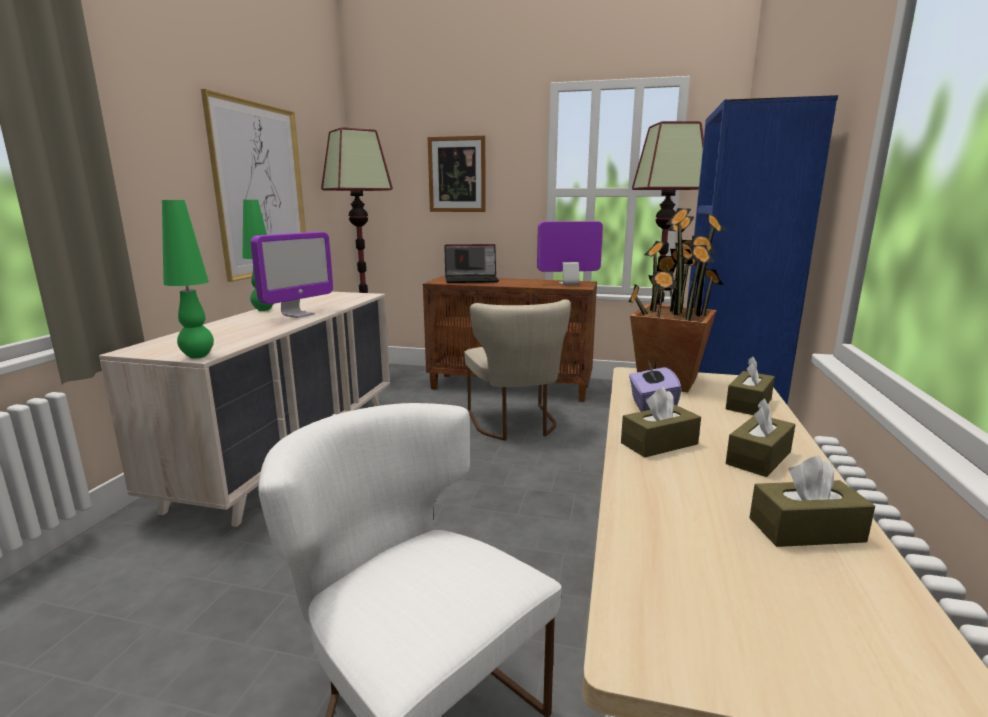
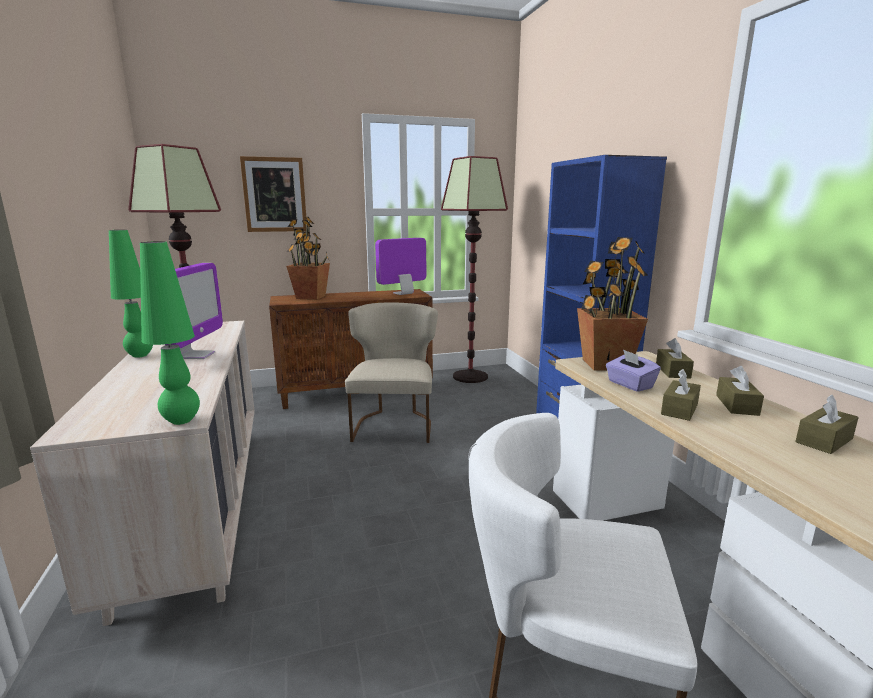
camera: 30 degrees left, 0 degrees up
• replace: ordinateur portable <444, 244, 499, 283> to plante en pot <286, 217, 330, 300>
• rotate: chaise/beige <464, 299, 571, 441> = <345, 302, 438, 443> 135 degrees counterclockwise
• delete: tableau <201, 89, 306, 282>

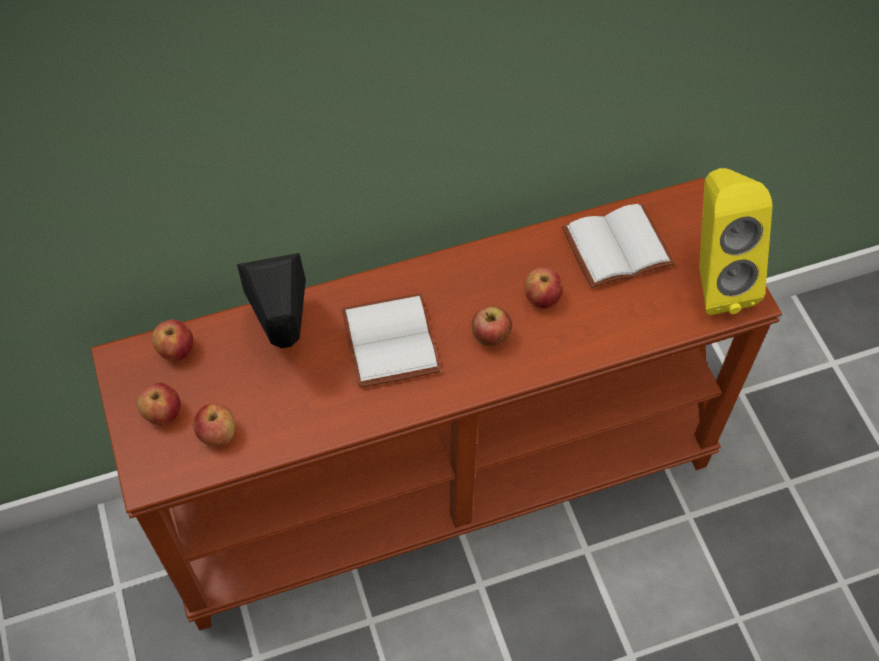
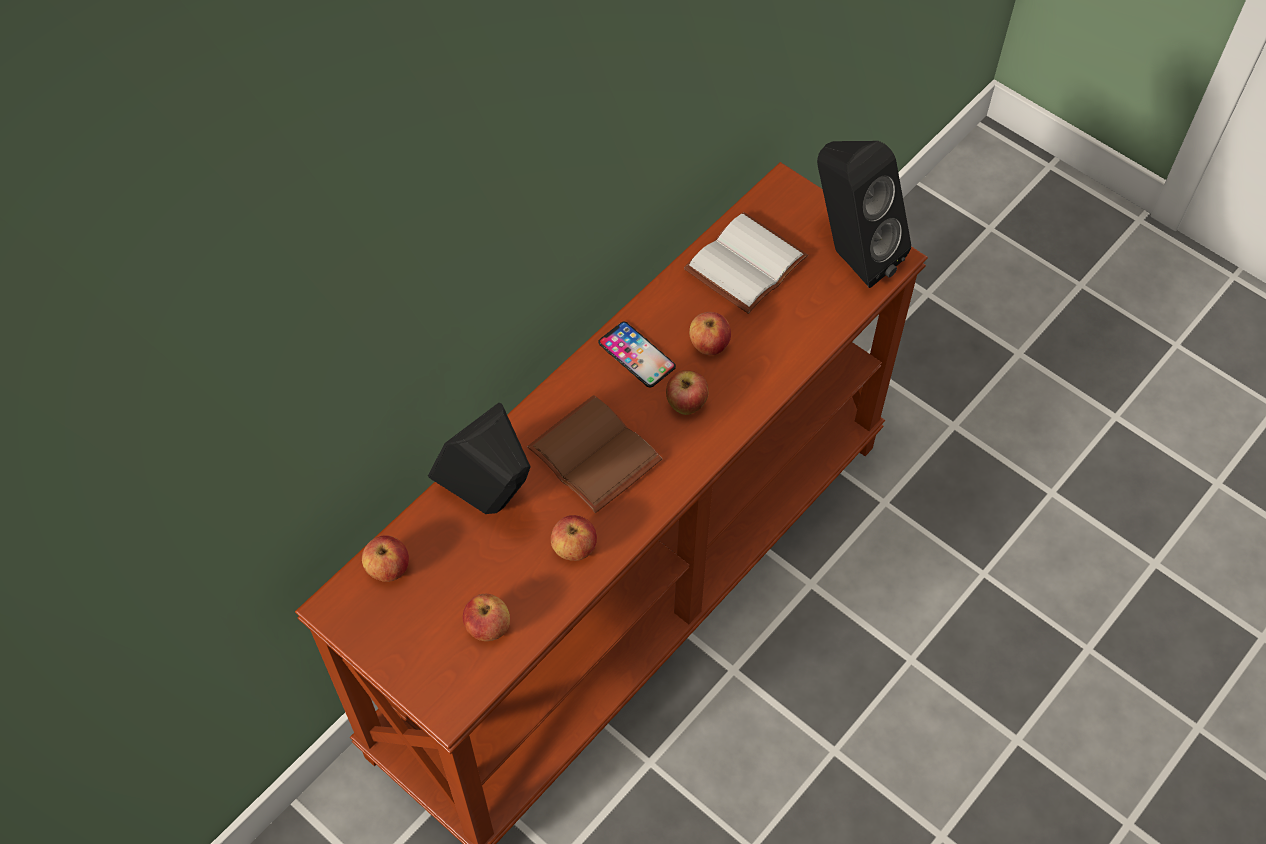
camera: 30 degrees left, 0 degrees up
• recolor: livre/blanc <342, 293, 441, 388> to livre/marron <527, 395, 662, 513>
• move: pomme <137, 383, 181, 425> to <551, 515, 597, 561>
• insert: téléphone <598, 322, 676, 387>
• recolor: enceinte/jaune <699, 168, 773, 315> to enceinte/noir <817, 141, 911, 288>

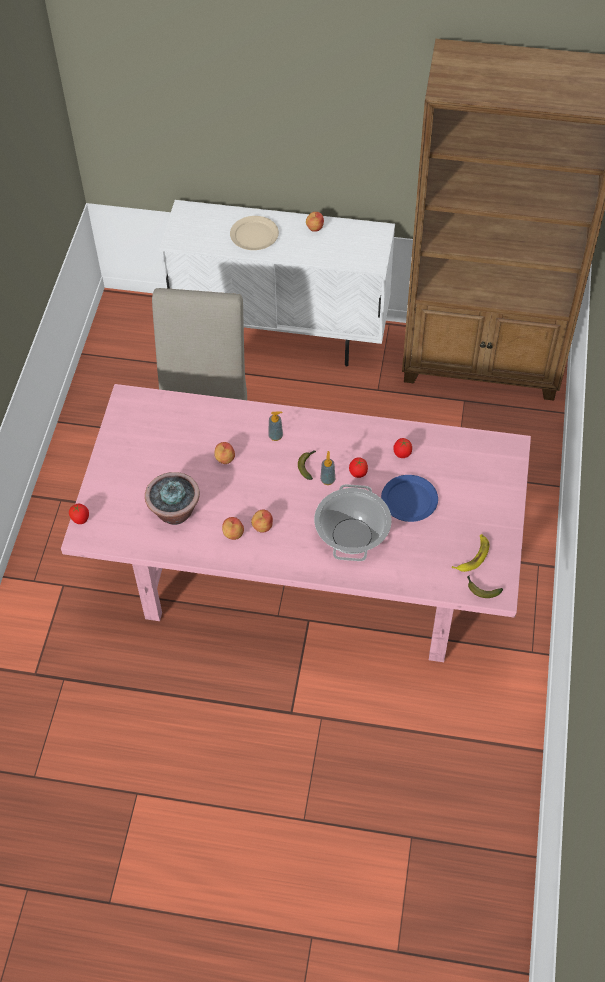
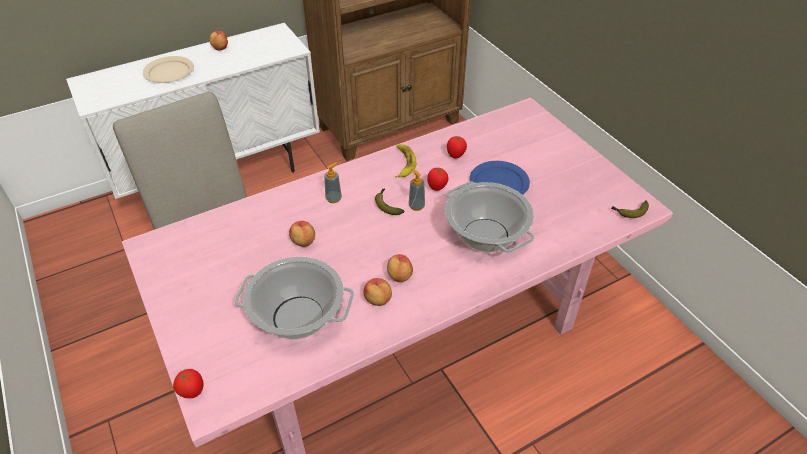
camera: 40 degrees left, 10 degrees down
• replace: plante en pot <145, 472, 200, 525> to marmite <234, 256, 354, 339>
• move: banane <452, 534, 490, 572> to <395, 144, 416, 178>

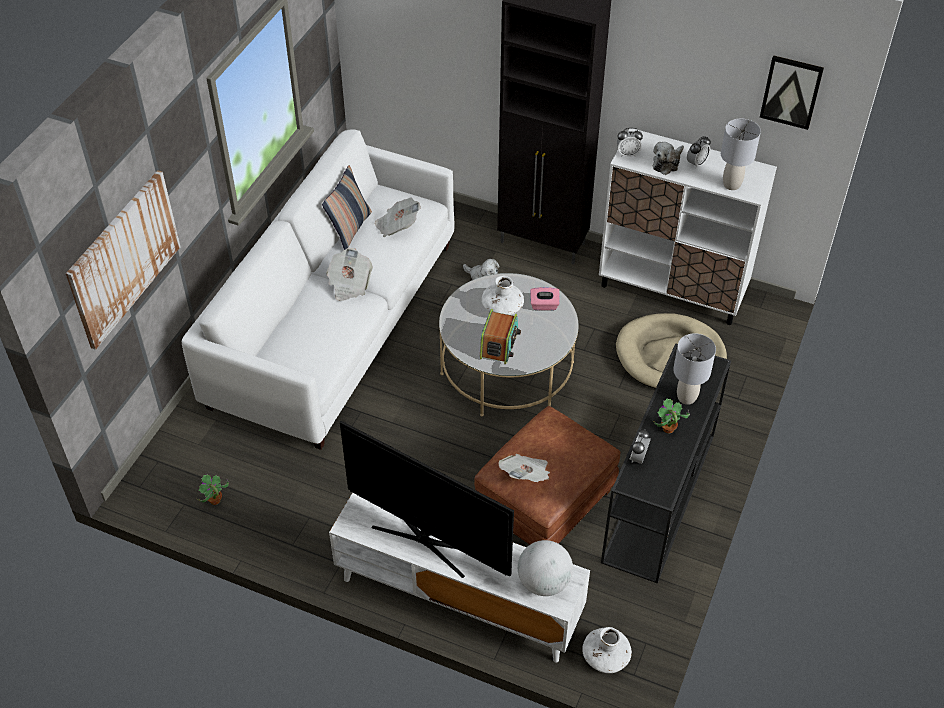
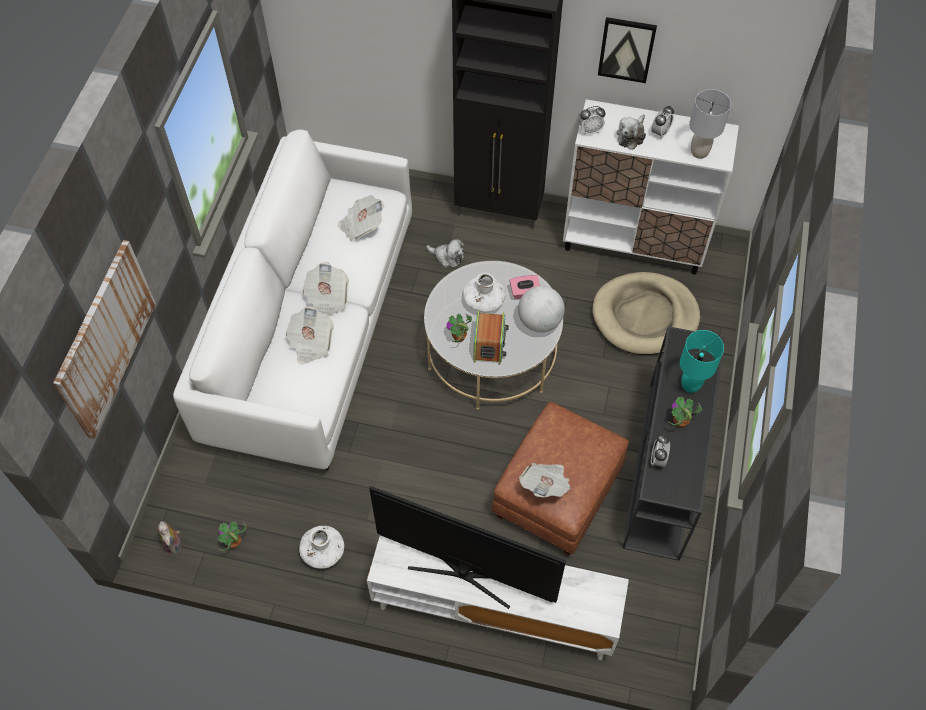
camera: 10 degrees left, 10 degrees up
• insert: peluche <158, 521, 181, 556>
• insert: journal <286, 306, 334, 364>
• move: vase/blanc <582, 627, 632, 673> to <299, 526, 344, 569>
• insert: plante en pot <446, 313, 472, 343>
• move: globe <518, 540, 573, 596> to <518, 286, 565, 332>
• move: tableau <760, 55, 824, 130> to <598, 17, 657, 83>
• recolor: lampe de table/gris <673, 333, 716, 405> to lampe de table/turquoise <680, 330, 724, 393>
• delete: coussin <322, 165, 372, 250>

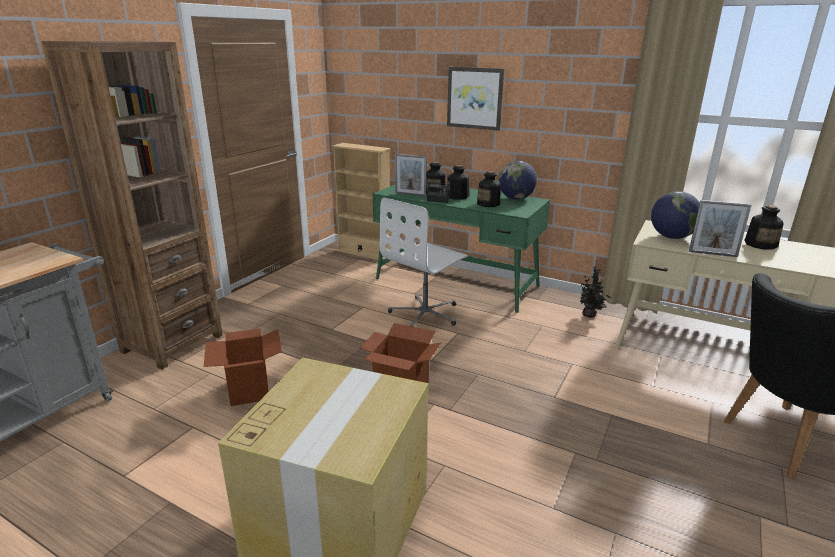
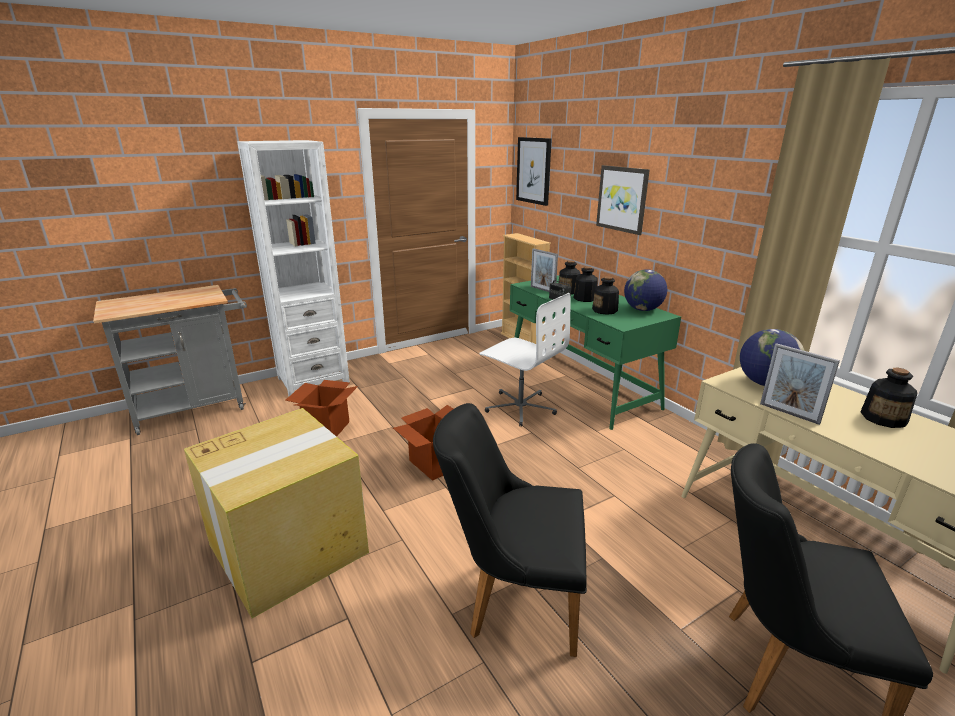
camera: 30 degrees right, 0 degrees up
• recolor: bibliothèque/marron <41, 41, 223, 370> to bibliothèque/blanc <237, 140, 350, 396>
• insert: chaise/noir <433, 403, 587, 657>
• rotate: chaise de bureau/blanc <380, 198, 468, 327> = <479, 293, 571, 427> 120 degrees counterclockwise
• insert: tableau <516, 137, 552, 206>
• delete: plante en pot <580, 266, 611, 318>

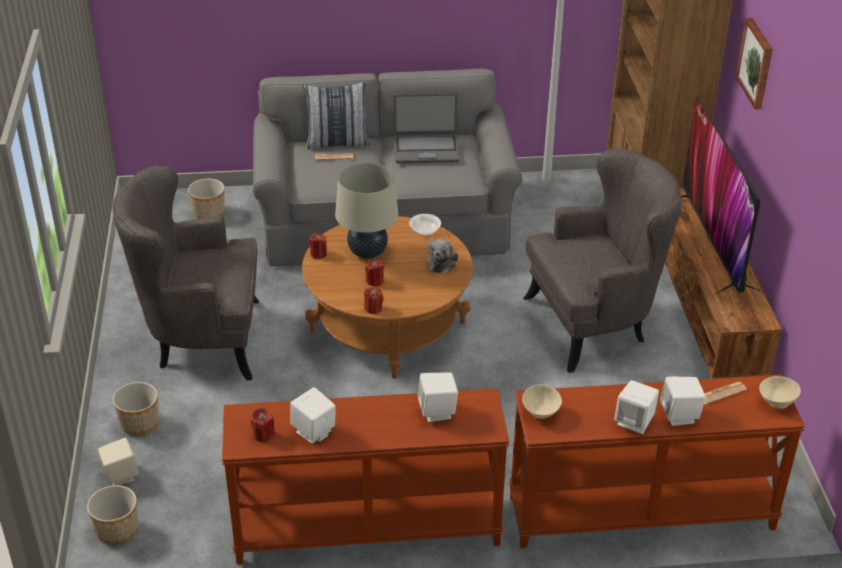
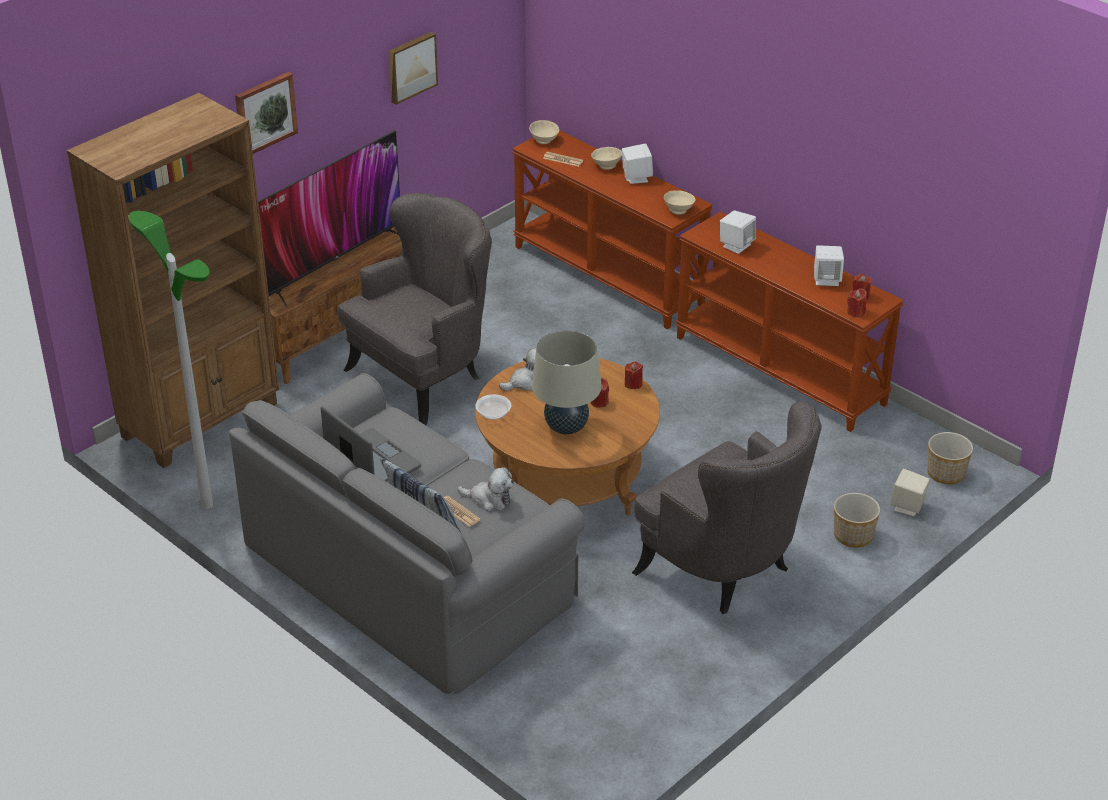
camera: 130 degrees left, 0 degrees up
• rotate: fauteuil/gris <523, 148, 682, 373> = <338, 193, 492, 425> 105 degrees clockwise
• insert: tableau <388, 32, 438, 105>
• insert: peluche <457, 467, 514, 512>
• replace: enceinte/blanc <660, 377, 706, 426> to bol/beige <591, 147, 622, 170>
• move: bougie/rouge <309, 233, 327, 259> to <847, 288, 867, 318>
• delete: cache-pot <188, 179, 225, 219>

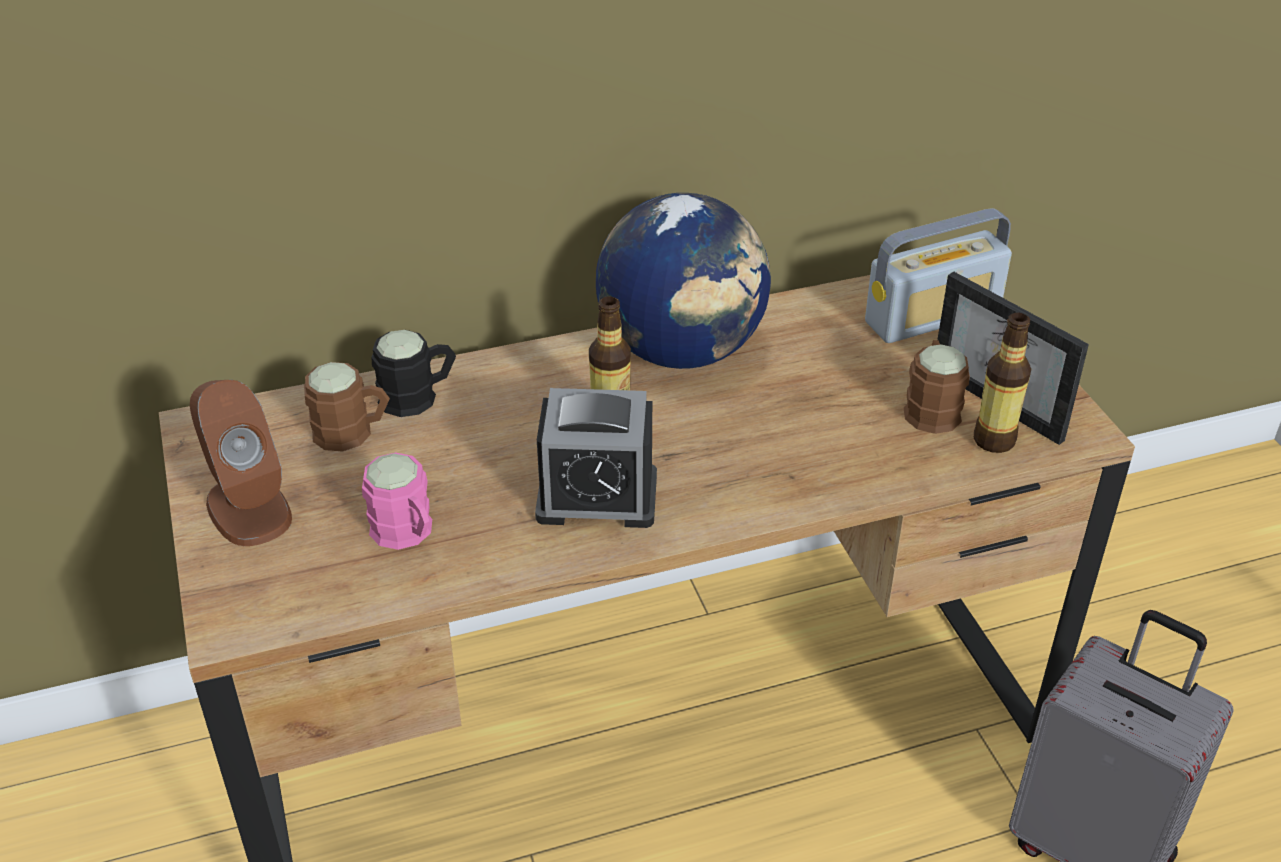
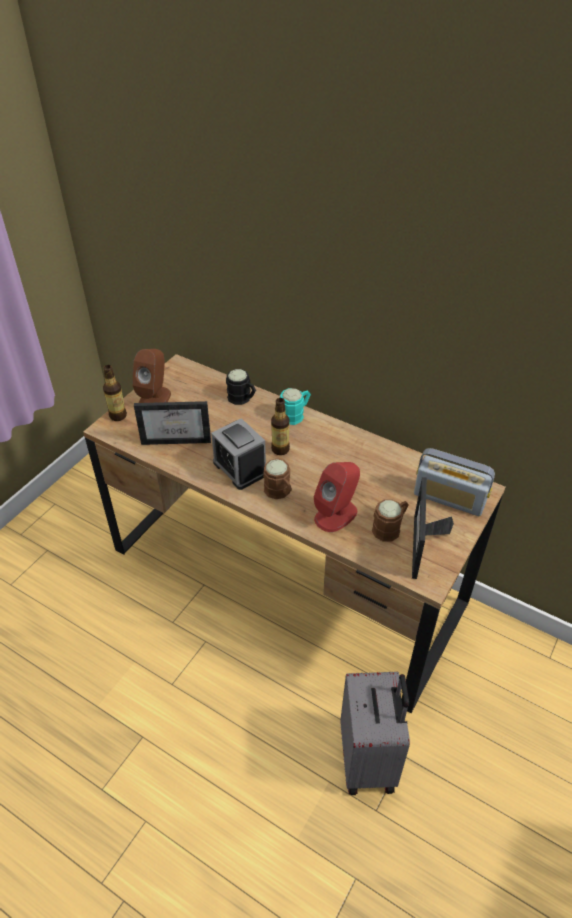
camera: 50 degrees right, 5 degrees up
• move: bouteille <974, 313, 1031, 453> to <103, 365, 127, 421>
• replace: mug/rose <362, 452, 432, 550> to cadre photo <134, 401, 211, 445>
• move: mug/marron <304, 362, 390, 452> to <263, 459, 292, 499>
• insert: mug/turquoise <280, 388, 311, 425>
• insert: enceinte/rouge <314, 462, 360, 532>
• delete: globe <596, 193, 771, 369>

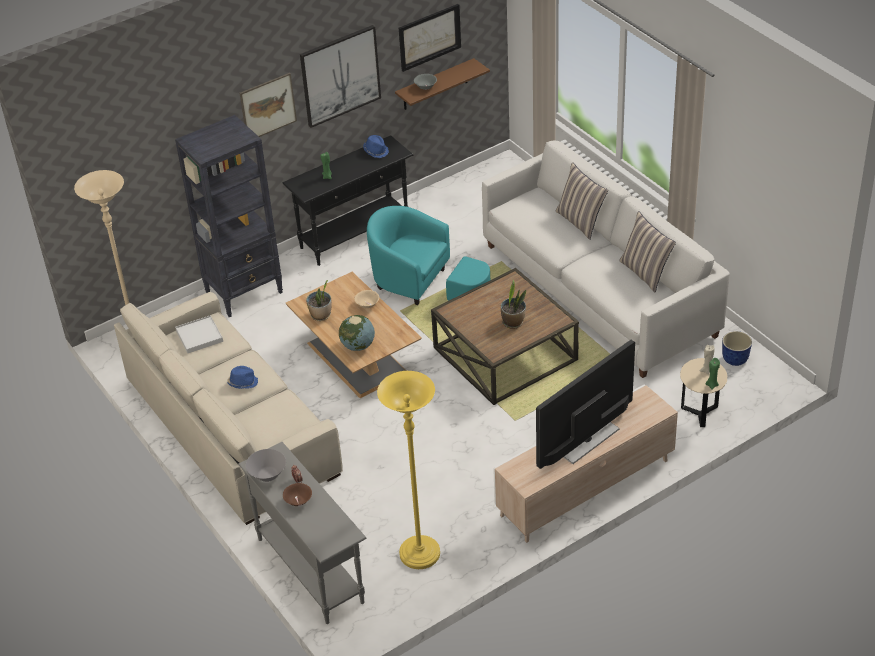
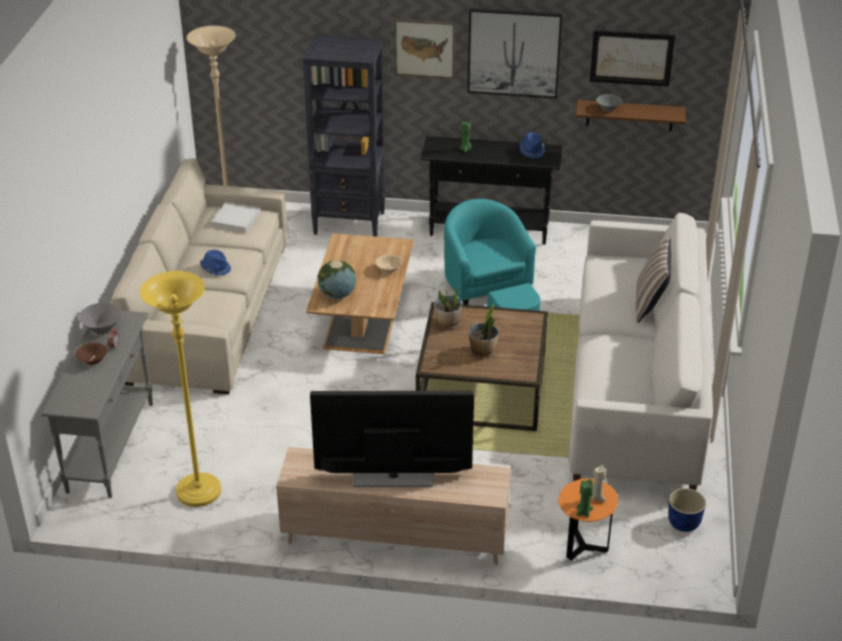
camera: 40 degrees right, 5 degrees down
• move: plante en pot <306, 280, 332, 321> to <434, 286, 462, 329>
• recolor: table d'appoint/beige <680, 358, 727, 427> to table d'appoint/orange <558, 479, 618, 561>
• delete: coussin <619, 211, 676, 292>

